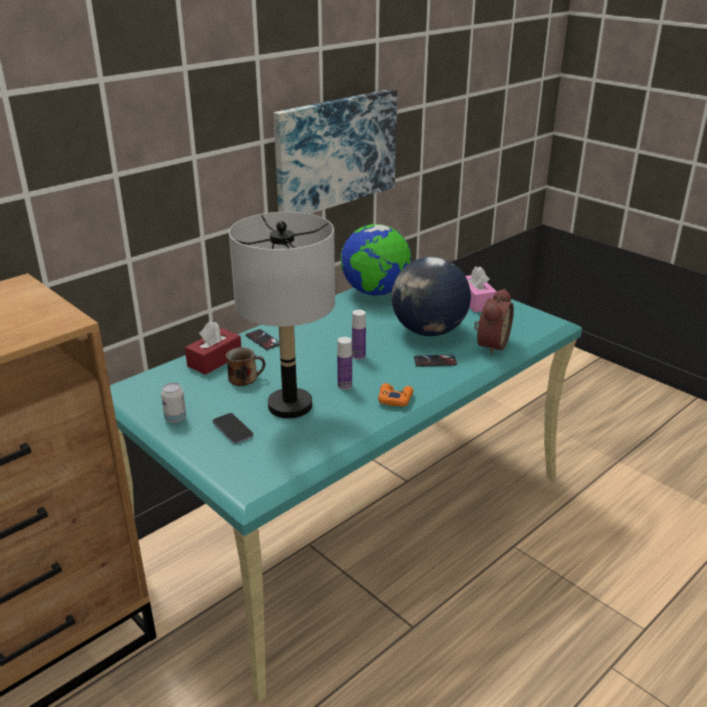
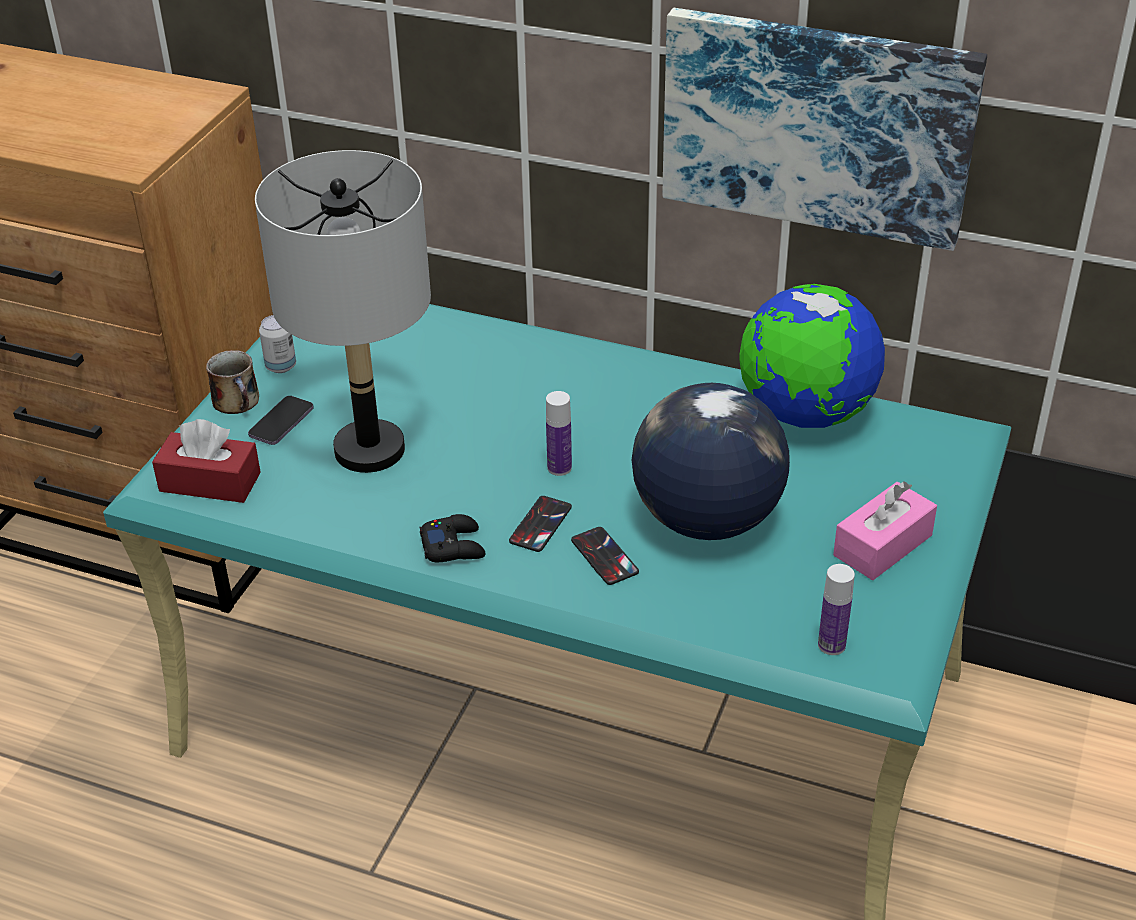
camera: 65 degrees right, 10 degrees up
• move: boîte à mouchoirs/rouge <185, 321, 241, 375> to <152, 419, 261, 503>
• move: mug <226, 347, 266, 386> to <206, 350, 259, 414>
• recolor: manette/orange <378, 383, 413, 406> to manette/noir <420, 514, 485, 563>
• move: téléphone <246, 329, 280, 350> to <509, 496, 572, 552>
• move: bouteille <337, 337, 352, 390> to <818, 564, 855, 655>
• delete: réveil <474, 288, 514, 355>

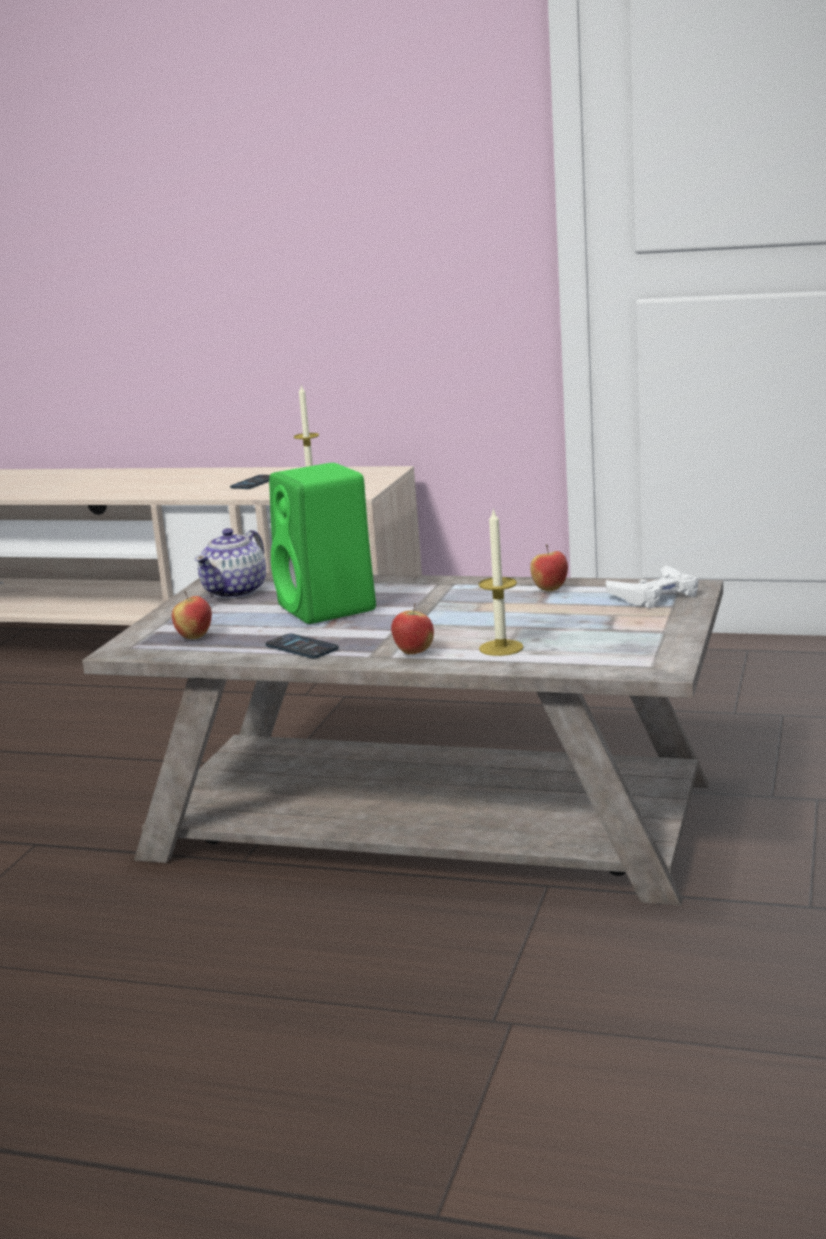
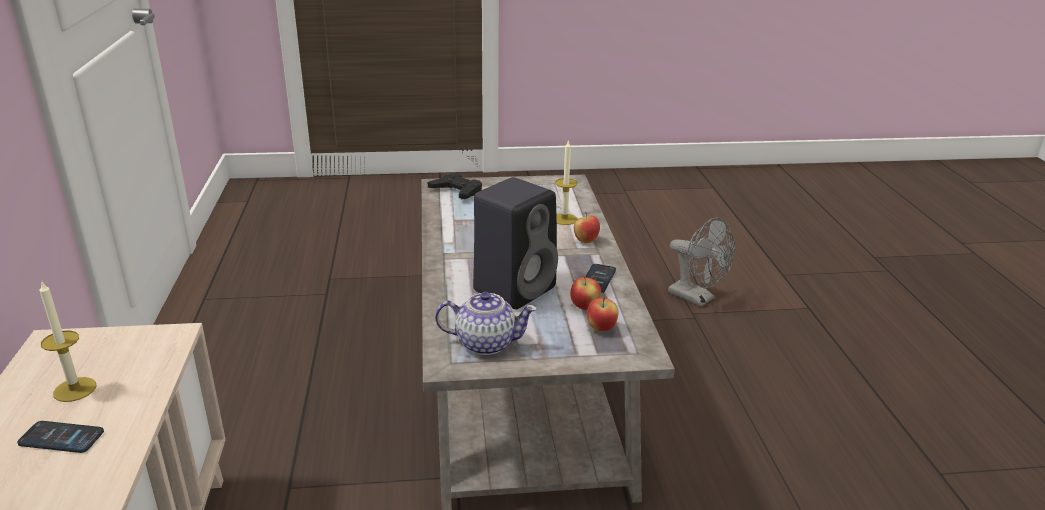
camera: 115 degrees left, 10 degrees up
• recolor: manette/blanc <606, 565, 699, 608> to manette/noir <428, 173, 482, 199>
• recolor: enceinte/vert <269, 463, 376, 624> to enceinte/noir <473, 177, 558, 309>
• move: pomme <530, 545, 568, 591> to <570, 277, 601, 310>
• insert: ventilateur/gris <668, 217, 735, 307>

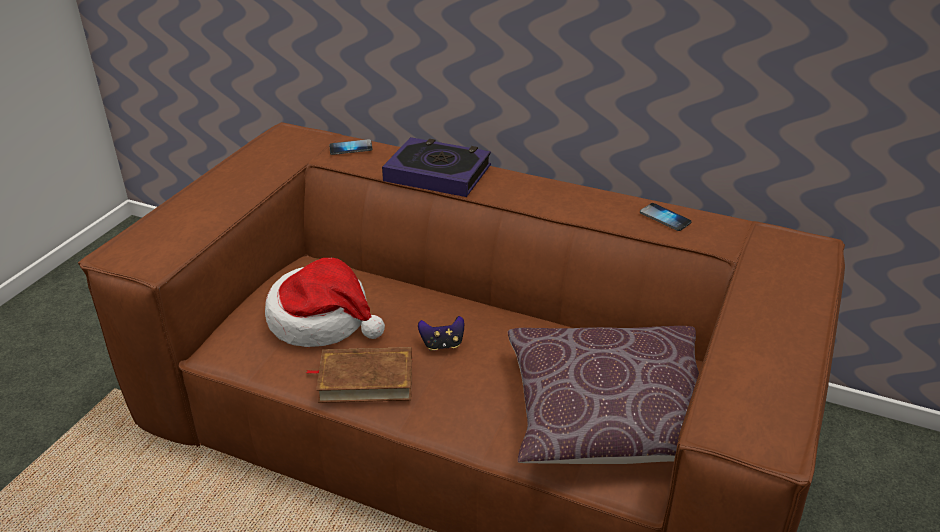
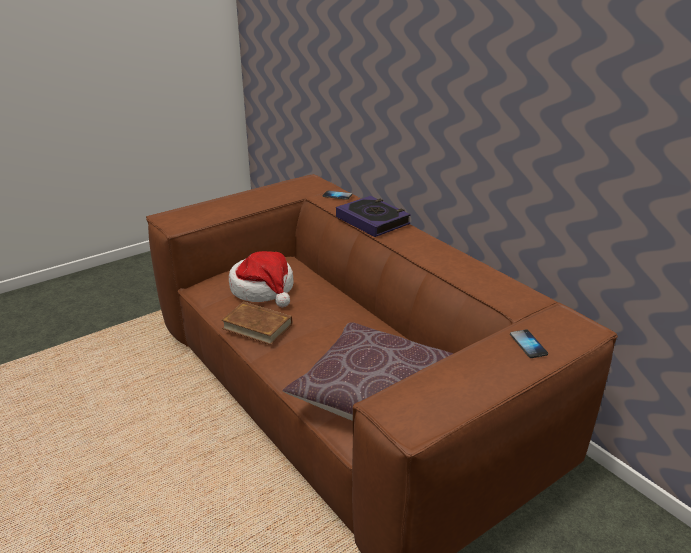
camera: 30 degrees right, 5 degrees down
• move: téléphone <640, 203, 692, 231> to <510, 330, 548, 358>
• delete: manette <418, 316, 464, 351>

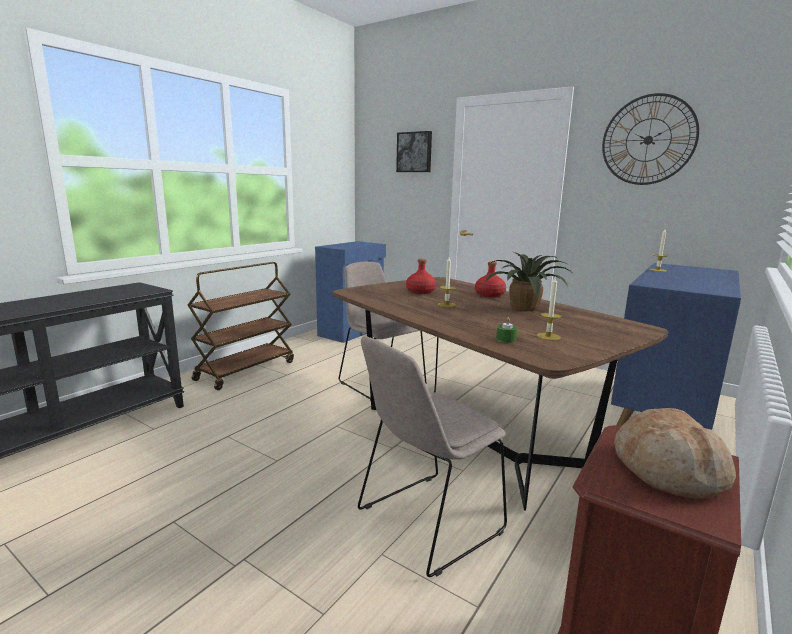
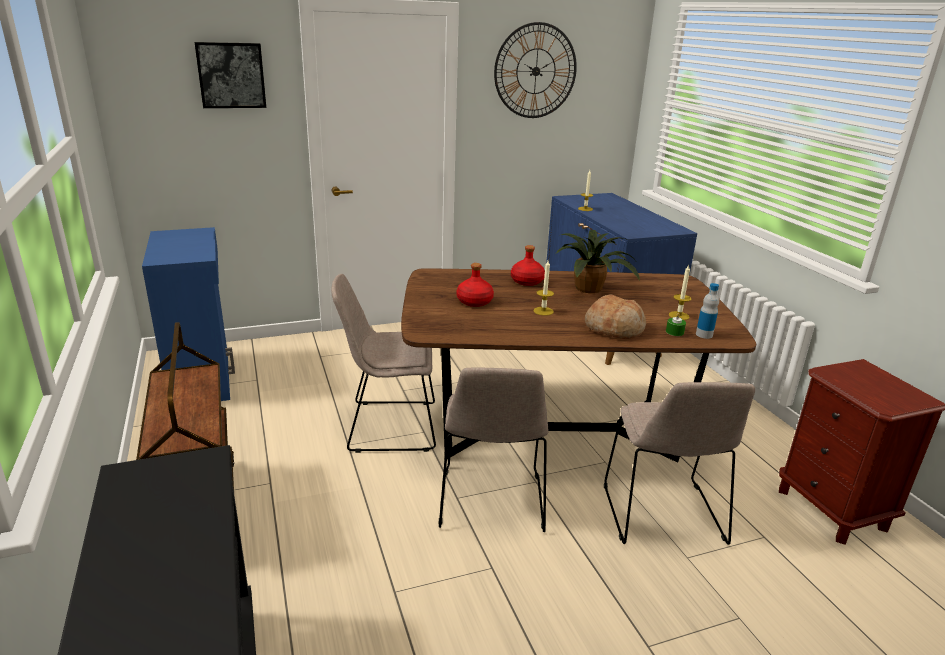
camera: 55 degrees left, 10 degrees up
• insert: chaise/beige <438, 368, 548, 532>
• move: pain <614, 408, 736, 499> to <584, 294, 646, 339>
• insert: bouteille <696, 283, 719, 339>

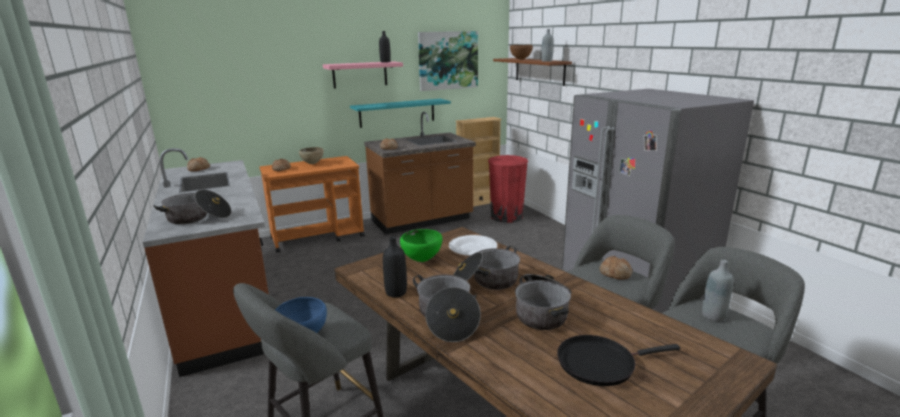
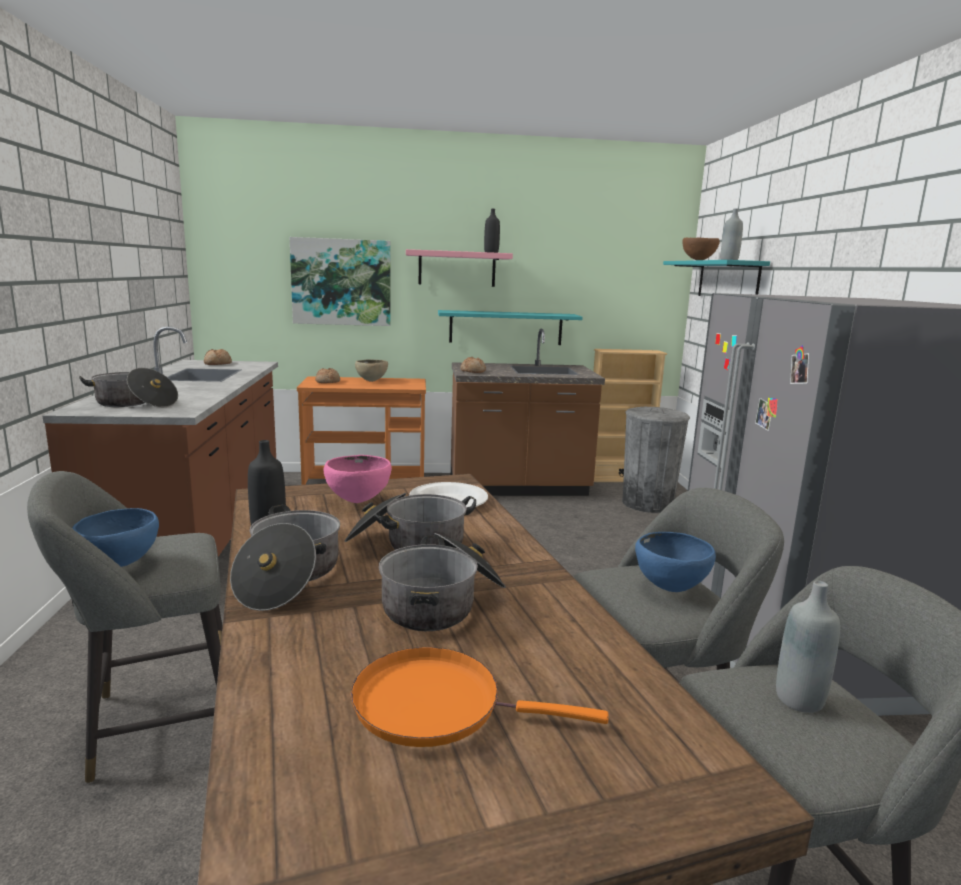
camera: 20 degrees right, 5 degrees down
• move: tableau <418, 31, 478, 91> to <290, 237, 391, 326>
• recolor: bol/vert <400, 229, 443, 262> to bol/rose <323, 455, 392, 503>
• recolor: poêle/noir <557, 335, 680, 386> to poêle/orange <351, 647, 609, 747>
• recolor: poubelle/rouge <488, 155, 528, 223> to poubelle/gris <622, 407, 690, 513>
• replace: pain <600, 256, 632, 280> to bol/bleu <635, 532, 716, 592>
• recolor: étagère/marron <493, 58, 572, 86> to étagère/turquoise <663, 260, 770, 296>

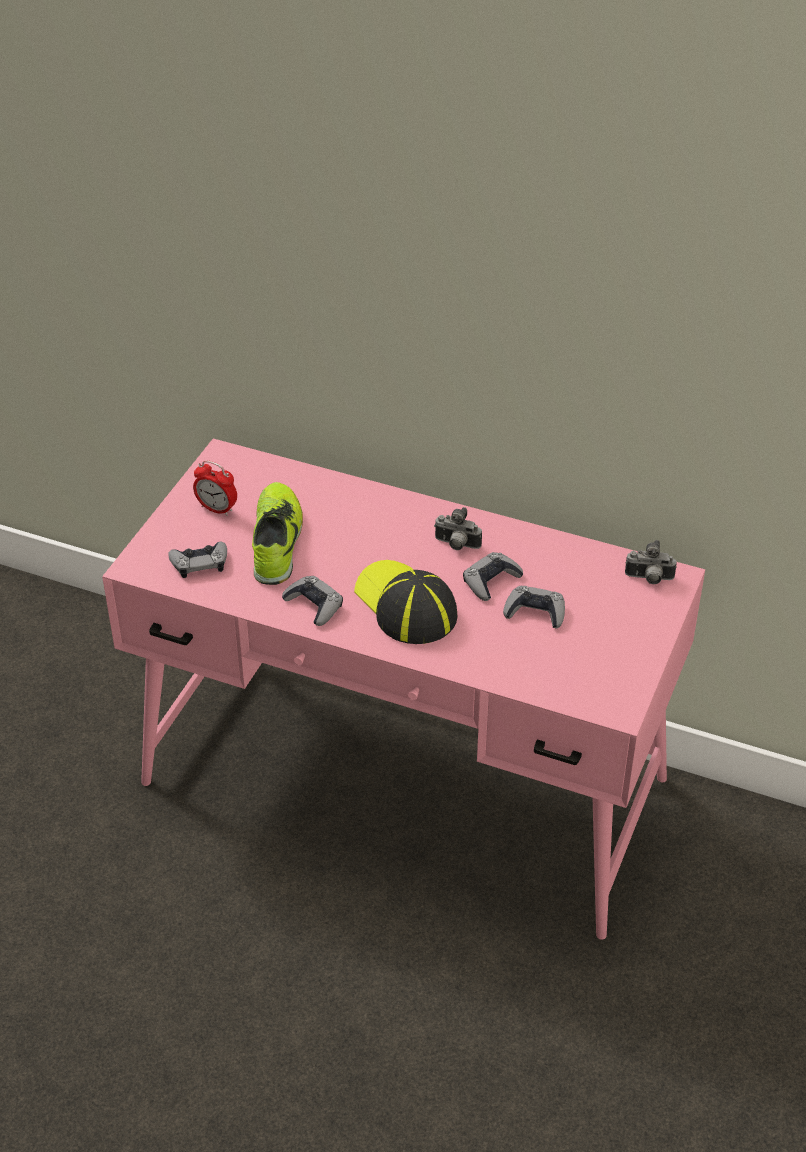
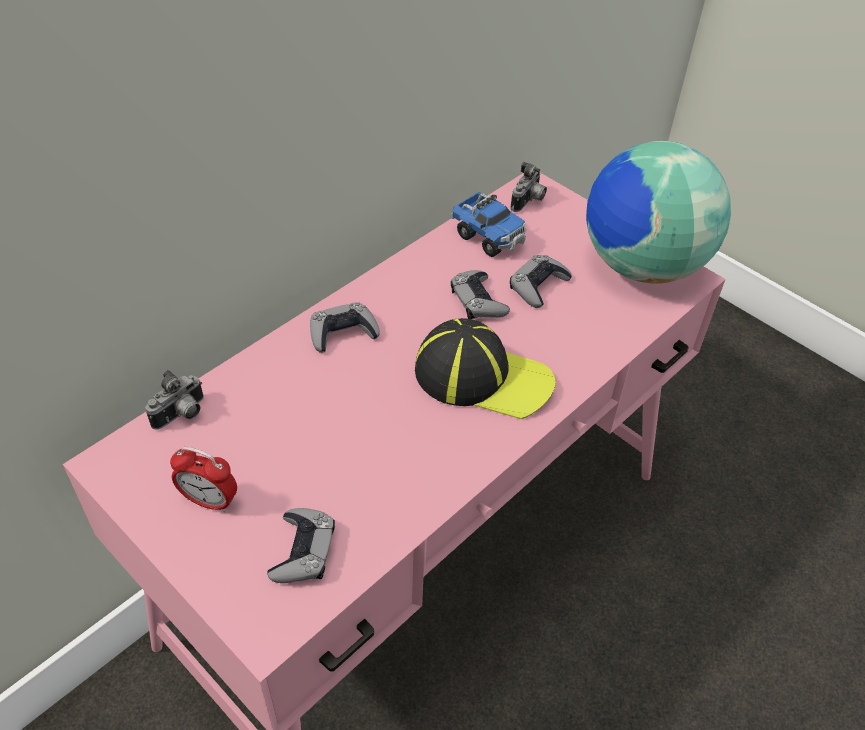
camera: 70 degrees left, 5 degrees up
• move: appareil photo <434, 507, 482, 550> to <145, 370, 204, 430>
• rotate: réveil <193, 460, 237, 516> = <170, 447, 237, 512> 60 degrees clockwise
• move: manette/gris <282, 576, 343, 626> to <310, 302, 380, 353>
• rotate: casquette <354, 560, 457, 644> = <415, 318, 556, 419> 150 degrees counterclockwise
• insert: camion jouet <451, 192, 526, 257>
• insert: globe <586, 141, 731, 284>
• delete: chaussure <252, 482, 303, 585>

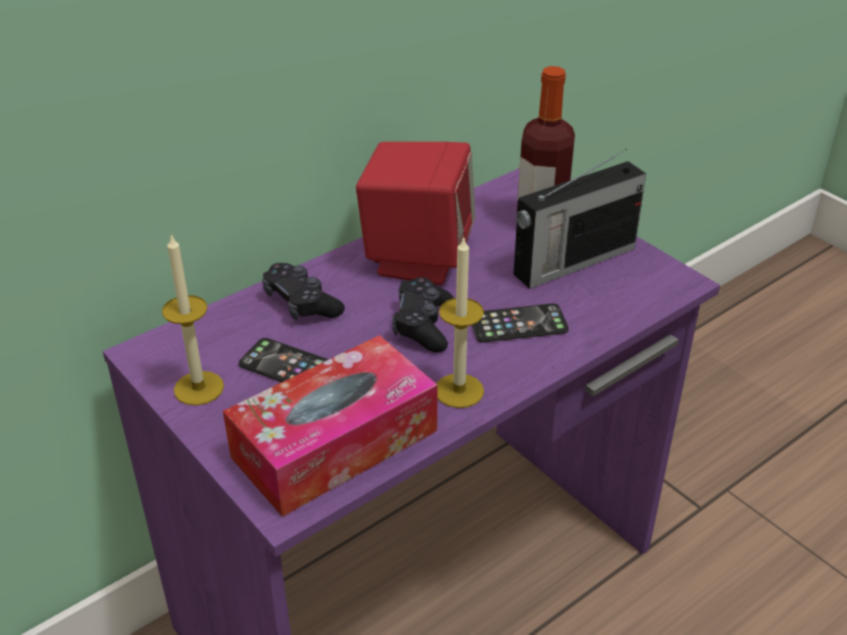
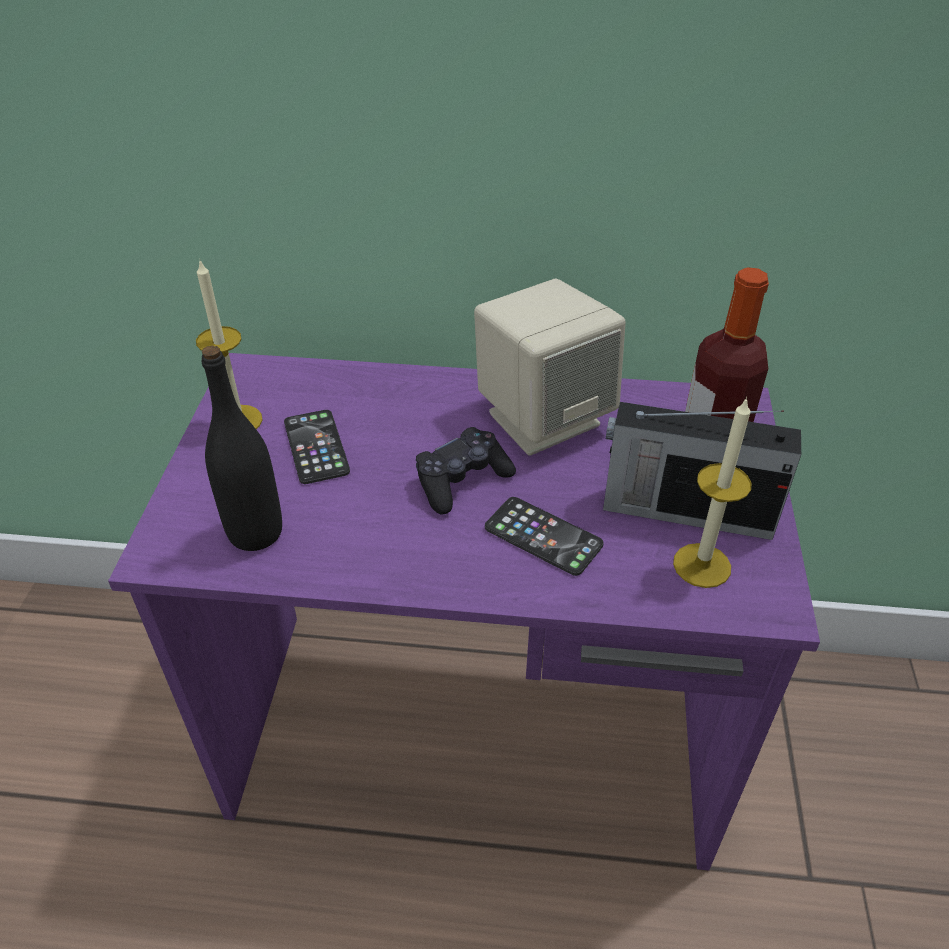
camera: 45 degrees right, 5 degrees up
• replace: boîte à mouchoirs <223, 335, 438, 517> to bouteille/noir <202, 346, 282, 551>
• recolor: enceinte/rouge <356, 142, 476, 285> to enceinte/beige <474, 279, 626, 456>
• move: bougie <436, 236, 484, 408> to <673, 397, 751, 588>
• delete: manette/noir <262, 263, 345, 320>

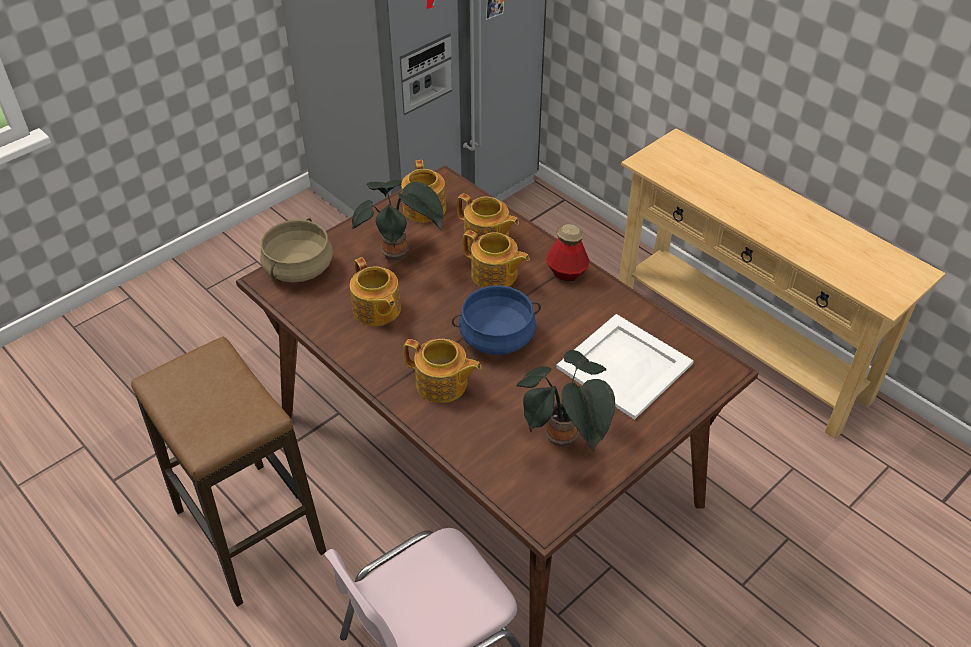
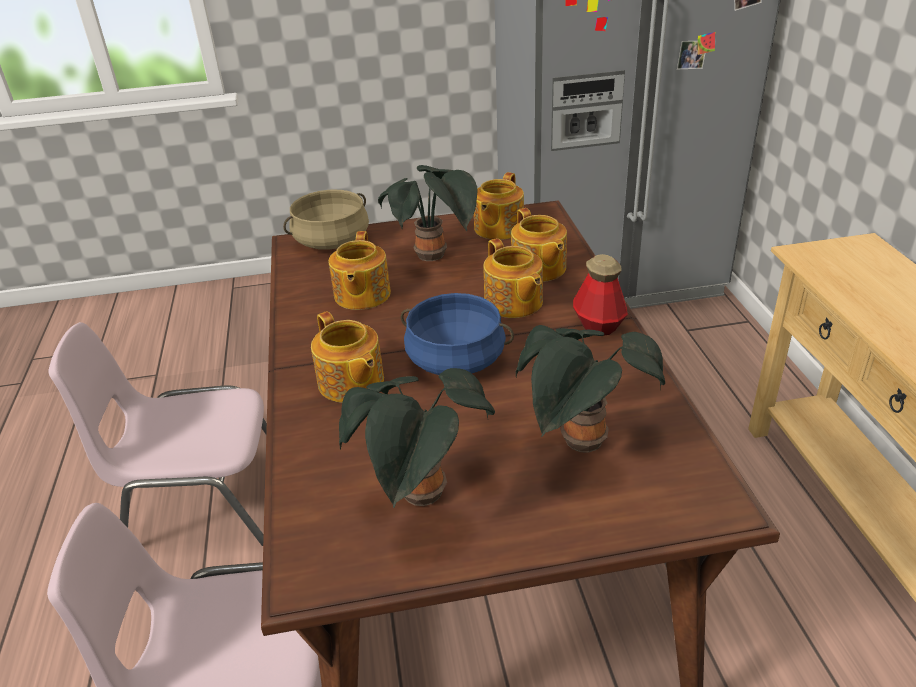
camera: 35 degrees right, 10 degrees down
• replace: tabouret <131, 336, 327, 607> to chaise/rose <49, 322, 267, 546>
• replace: plateau/blanc <556, 314, 694, 420> to plante en pot <516, 325, 665, 453>

